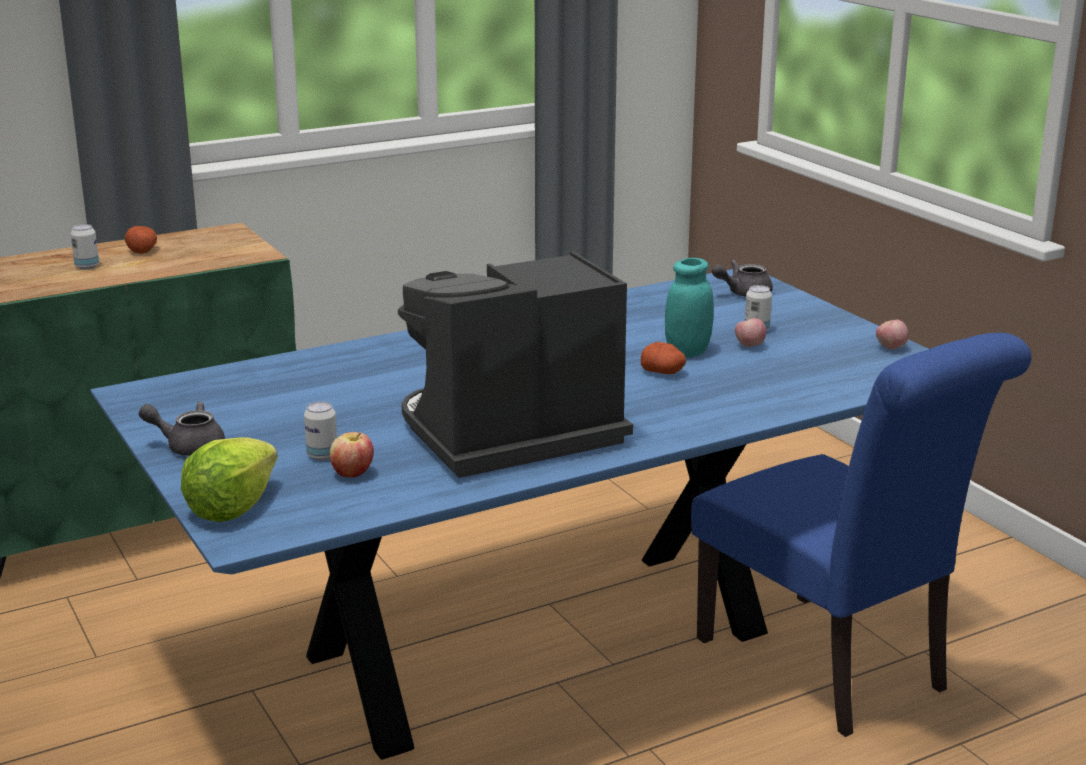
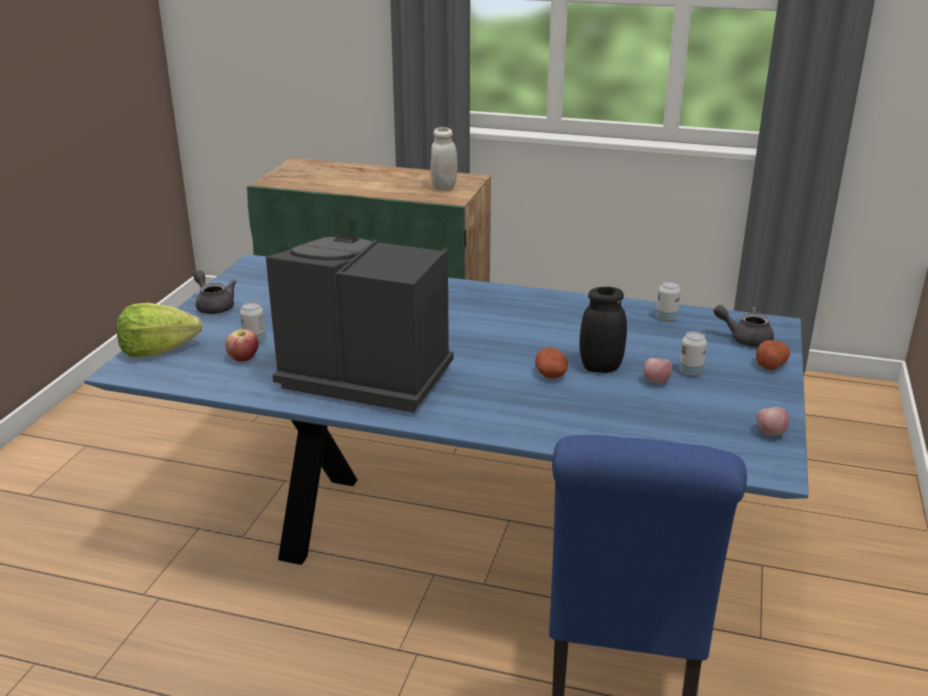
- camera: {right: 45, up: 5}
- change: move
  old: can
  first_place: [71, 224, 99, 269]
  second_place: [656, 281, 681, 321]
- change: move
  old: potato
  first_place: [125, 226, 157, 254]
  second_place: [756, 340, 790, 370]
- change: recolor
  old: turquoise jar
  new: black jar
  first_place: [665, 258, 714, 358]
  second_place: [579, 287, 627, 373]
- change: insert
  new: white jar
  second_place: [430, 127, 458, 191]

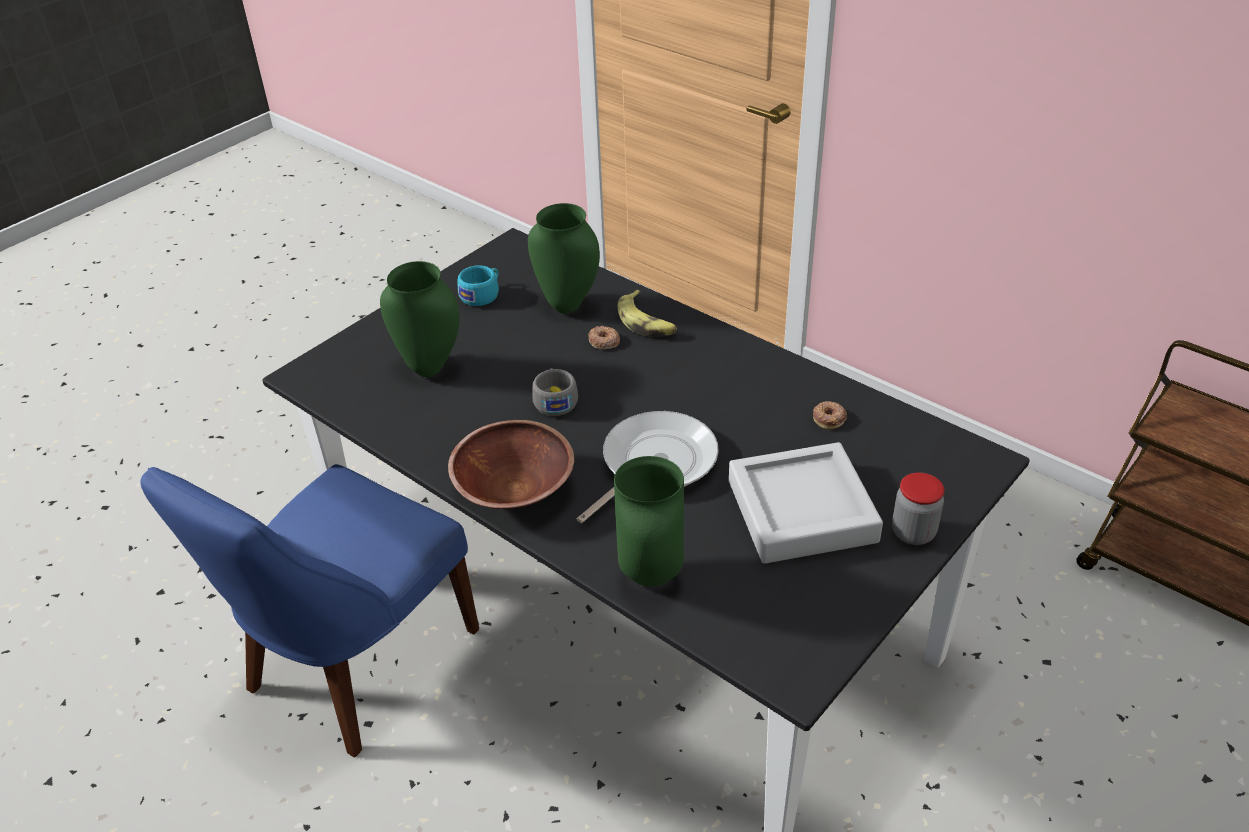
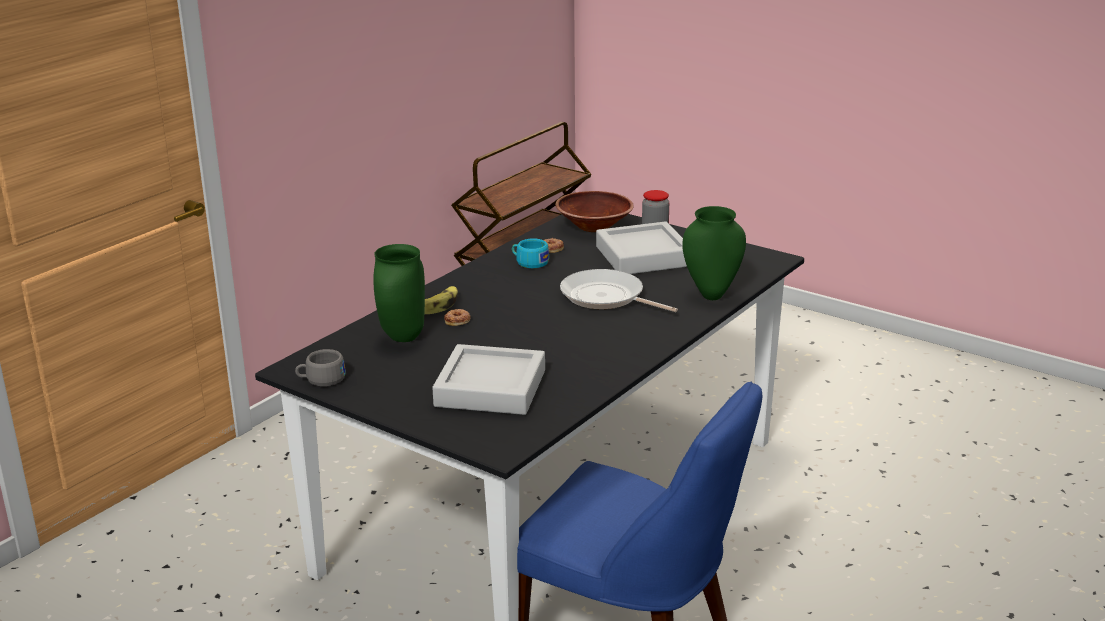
- camera: {right: -95, up: -15}
- change: replace
  old: green vase
  new: grey tray
  first_place: [380, 261, 459, 377]
  second_place: [432, 344, 545, 415]
- change: move
  old: brown bowl
  first_place: [448, 420, 574, 509]
  second_place: [555, 191, 634, 232]
- change: move
  old: turquoise cup
  first_place: [458, 265, 499, 306]
  second_place: [512, 238, 549, 268]
- change: move
  old: grey cup
  first_place: [532, 368, 578, 416]
  second_place: [295, 349, 346, 386]

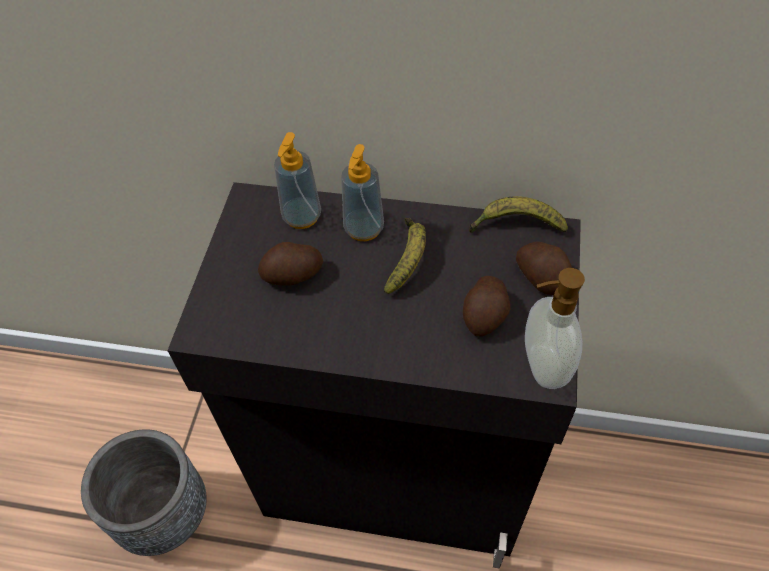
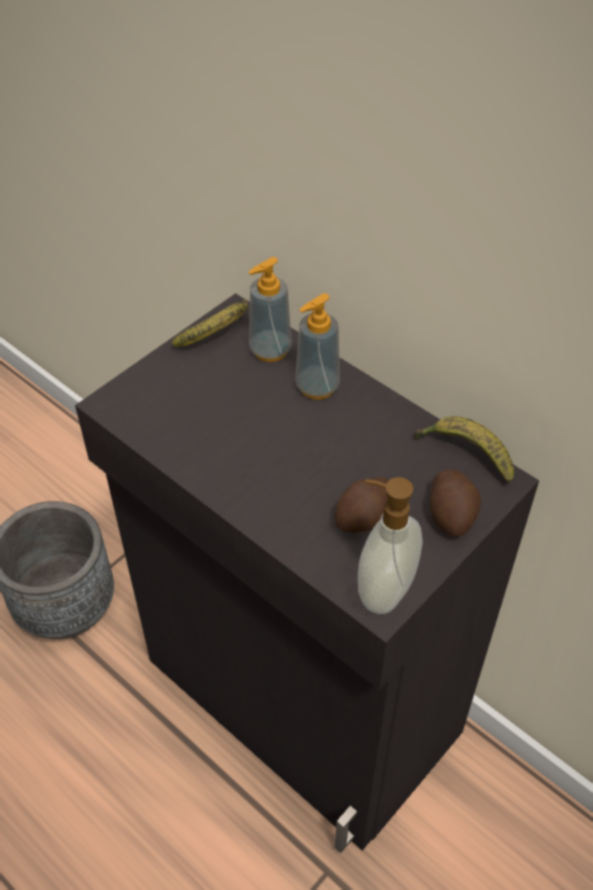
- camera: {right: 30, up: -5}
- change: delete
  old: potato
  first_place: [258, 242, 323, 286]
- change: move
  old: banana
  first_place: [384, 218, 426, 294]
  second_place: [172, 298, 248, 347]

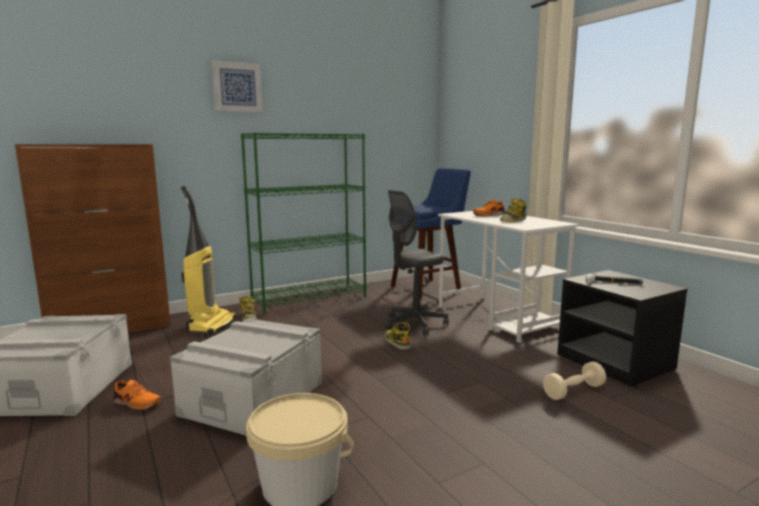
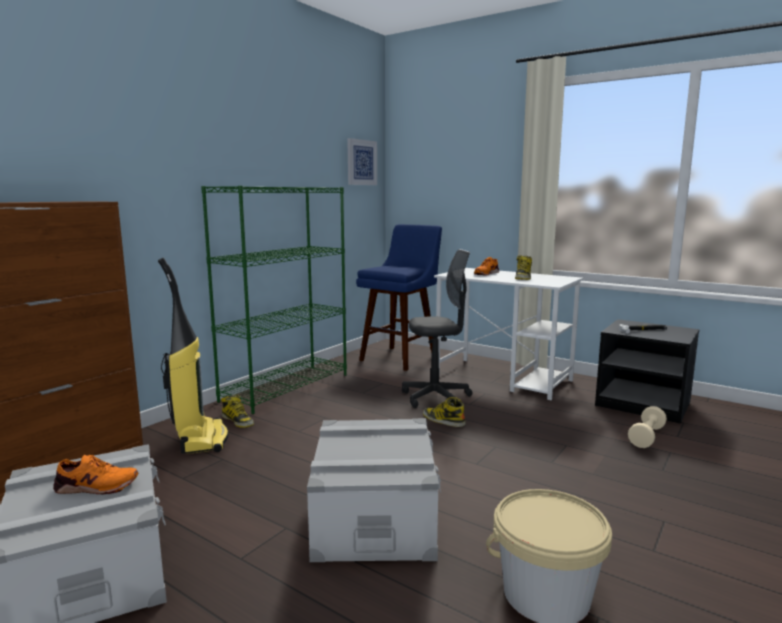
- camera: {right: -25, up: 0}
- change: move
  old: orange shoe
  first_place: [113, 380, 161, 411]
  second_place: [53, 455, 138, 495]
- change: move
  old: picture
  first_place: [212, 60, 263, 112]
  second_place: [347, 138, 377, 185]
- change: rotate
  old: grey office chair
  first_place: [385, 190, 449, 336]
  second_place: [402, 249, 473, 408]
  degrees: -135

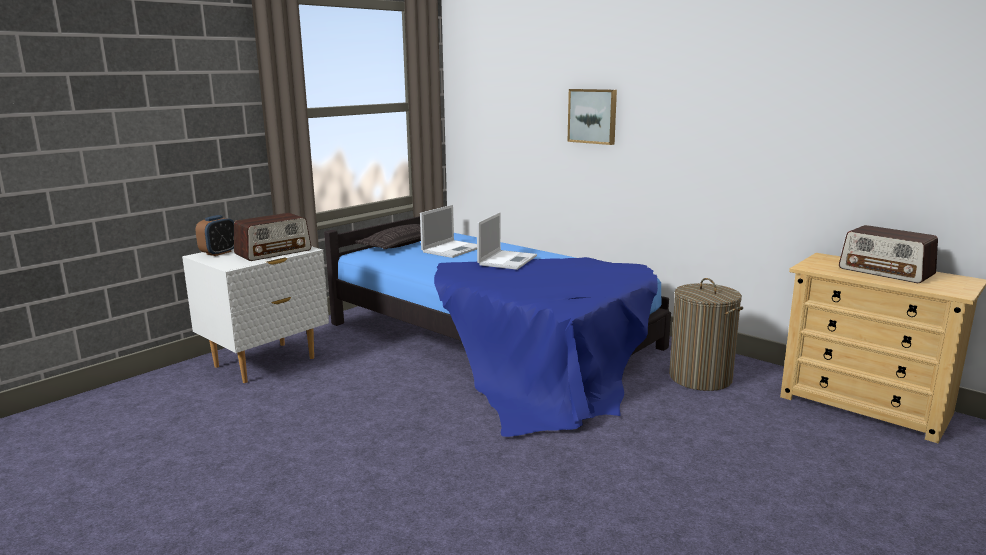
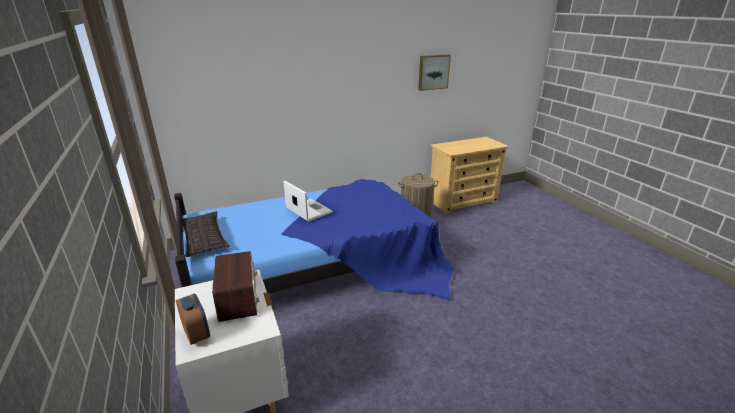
- camera: {right: -65, up: 10}
- change: delete
  old: laptop
  first_place: [420, 205, 477, 258]
- change: move
  old: picture
  first_place: [567, 89, 617, 145]
  second_place: [418, 54, 451, 91]
- change: delete
  old: radio
  first_place: [839, 225, 938, 283]

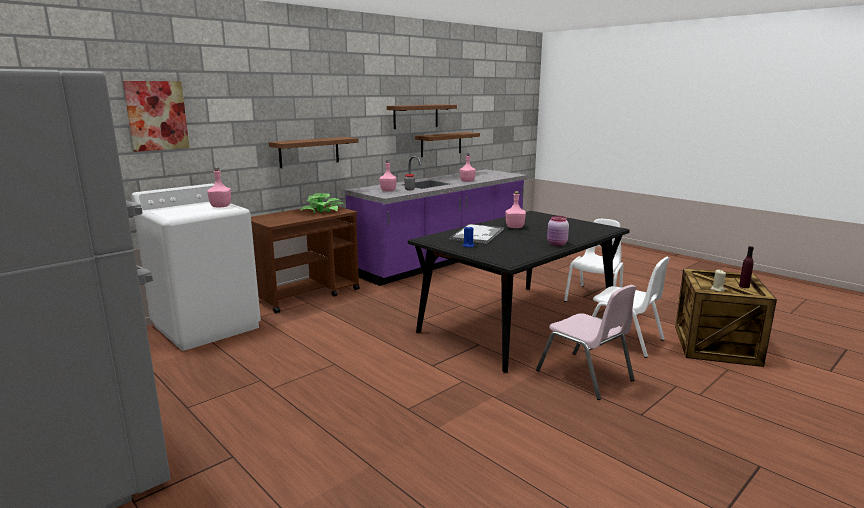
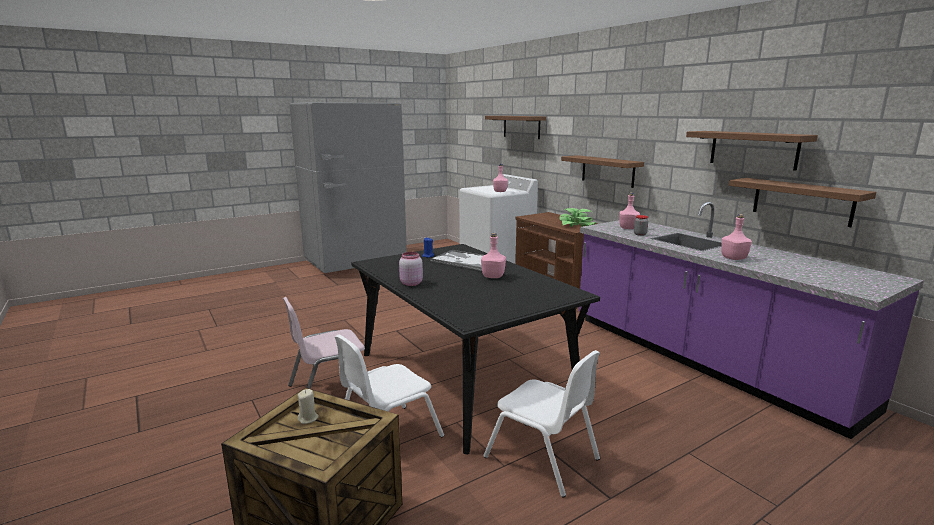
- camera: {right: 100, up: 0}
- change: replace
  old: picture
  new: shelf
  first_place: [123, 81, 190, 152]
  second_place: [485, 116, 546, 139]
- change: delete
  old: purple bottle
  first_place: [739, 246, 754, 288]

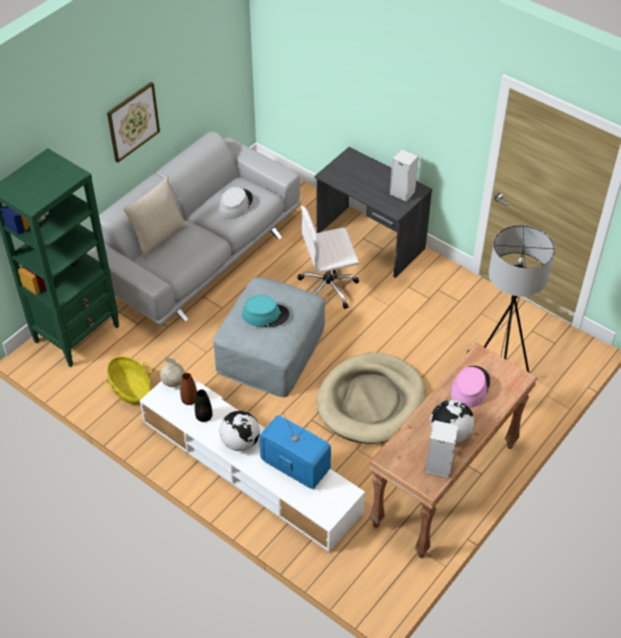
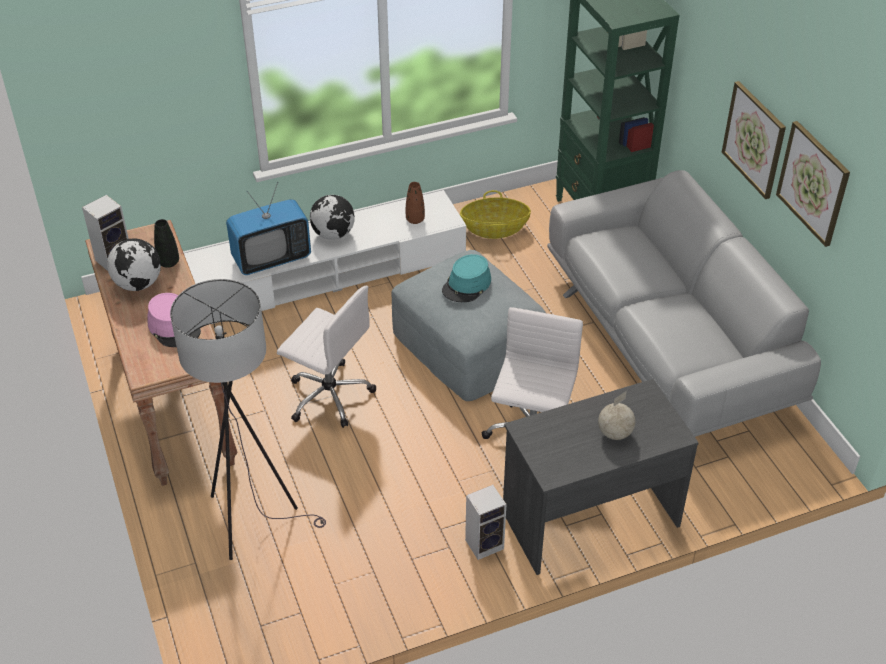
- camera: {right: 120, up: -5}
- change: delete
  old: beige pillow
  first_place: [123, 176, 188, 259]
- change: move
  old: globe
  first_place: [160, 357, 185, 387]
  second_place: [598, 391, 635, 440]
- change: move
  old: black vase
  first_place: [195, 390, 212, 422]
  second_place: [154, 219, 179, 268]
- change: delete
  old: grey hat
  first_place: [219, 187, 253, 219]
- change: replace
  old: beige dog bed
  new: white office chair
  first_place: [317, 353, 425, 444]
  second_place: [277, 286, 376, 428]
- change: move
  old: speaker
  first_place: [390, 149, 419, 202]
  second_place: [465, 485, 507, 560]
- change: insert
  new: picture
  second_place: [776, 121, 850, 247]

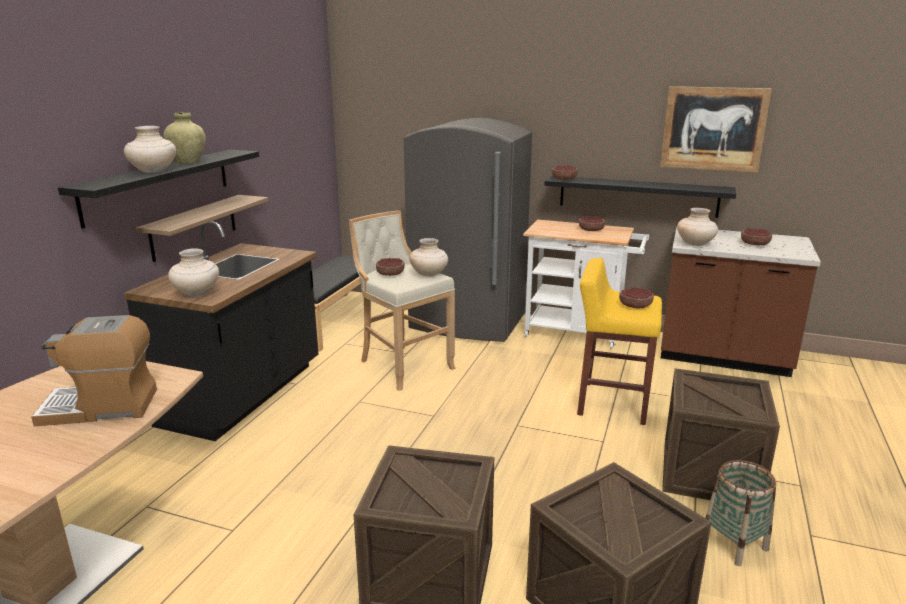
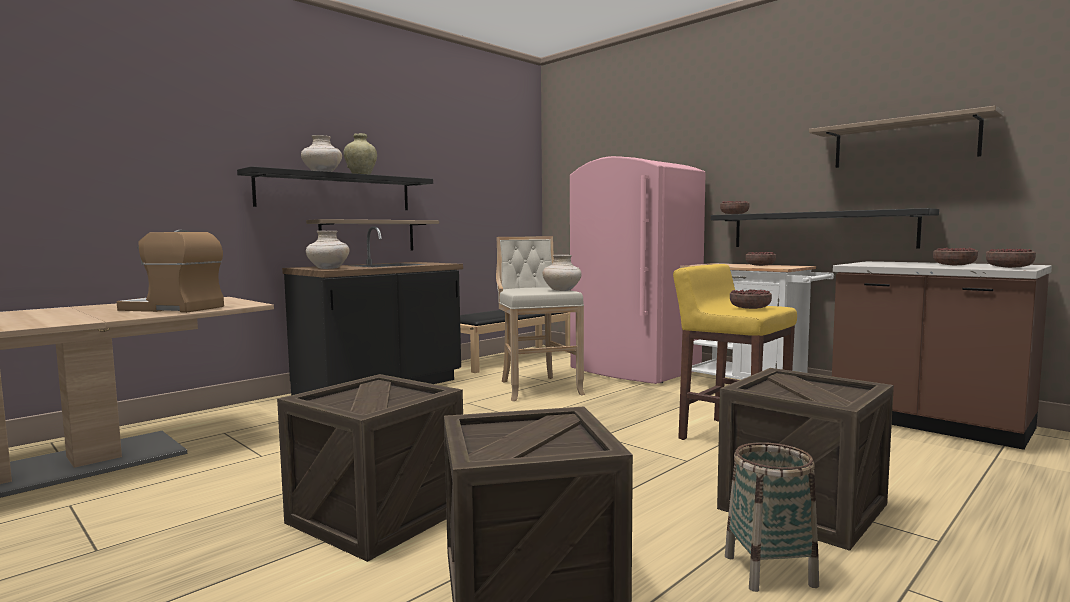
- camera: {right: 25, up: -15}
- change: move
  old: bowl
  first_place: [376, 258, 405, 276]
  second_place: [986, 249, 1036, 268]
- change: recolor
  old: grey fridge
  new: pink fridge
  first_place: [404, 118, 532, 342]
  second_place: [570, 156, 705, 384]
- change: replace
  old: picture
  new: shelf
  first_place: [660, 86, 772, 173]
  second_place: [809, 106, 1004, 168]
- change: delete
  old: beige vase
  first_place: [677, 208, 718, 246]

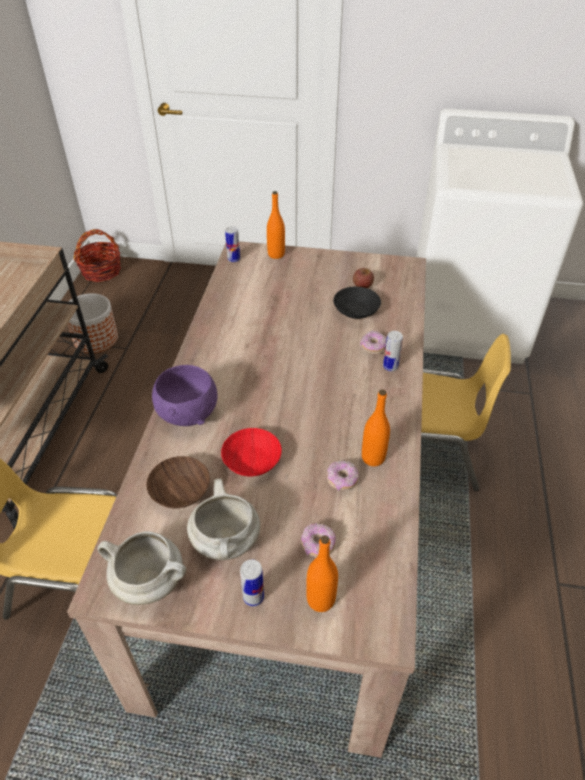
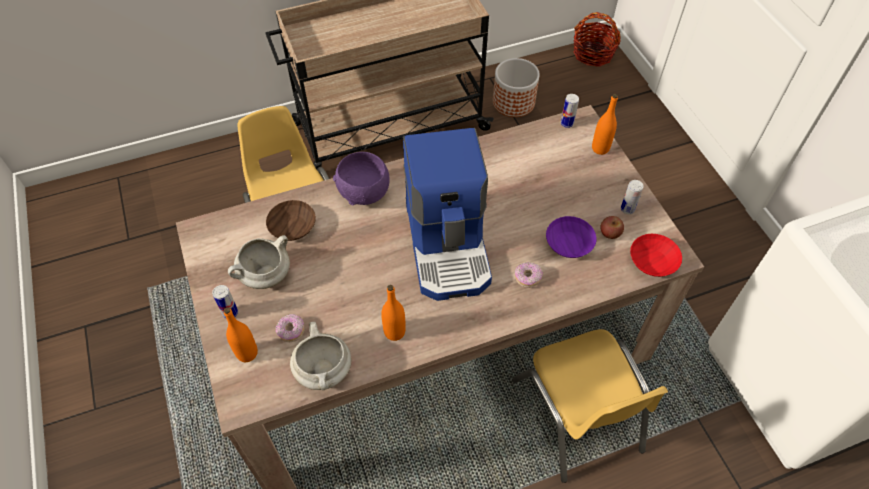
- camera: {right: 60, up: 10}
- change: move
  old: white cooking pot
  first_place: [97, 531, 186, 605]
  second_place: [290, 322, 351, 390]
- change: move
  old: red bowl
  first_place: [221, 428, 282, 476]
  second_place: [630, 234, 682, 277]
- change: delete
  old: donut
  first_place: [327, 461, 359, 491]
- change: recolor
  old: black bowl
  new: purple bowl
  first_place: [333, 286, 381, 319]
  second_place: [546, 216, 597, 258]
- change: move
  old: can
  first_place: [383, 331, 403, 371]
  second_place: [621, 180, 644, 214]
- change: insert
  new: coffee machine
  second_place: [403, 128, 492, 301]

